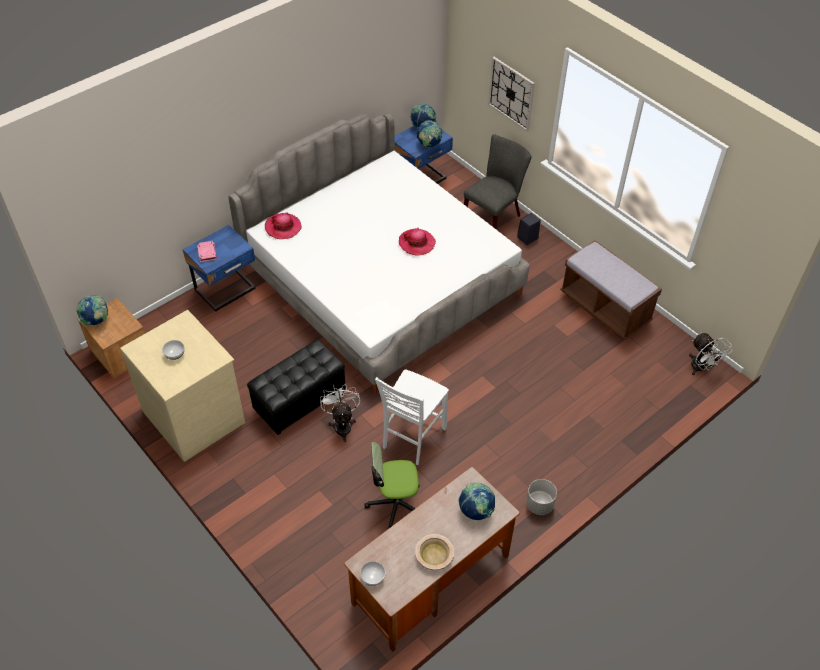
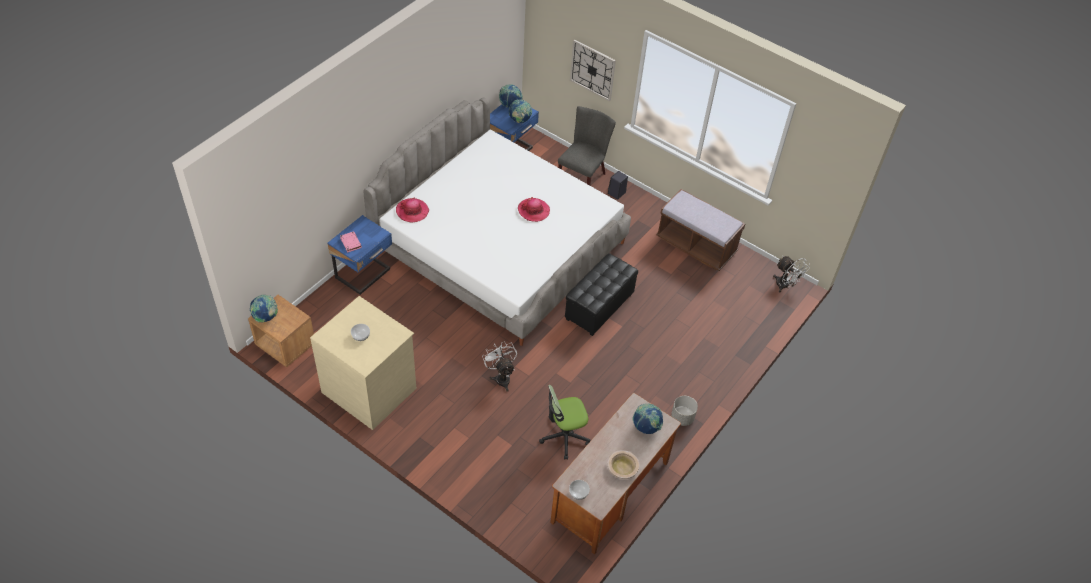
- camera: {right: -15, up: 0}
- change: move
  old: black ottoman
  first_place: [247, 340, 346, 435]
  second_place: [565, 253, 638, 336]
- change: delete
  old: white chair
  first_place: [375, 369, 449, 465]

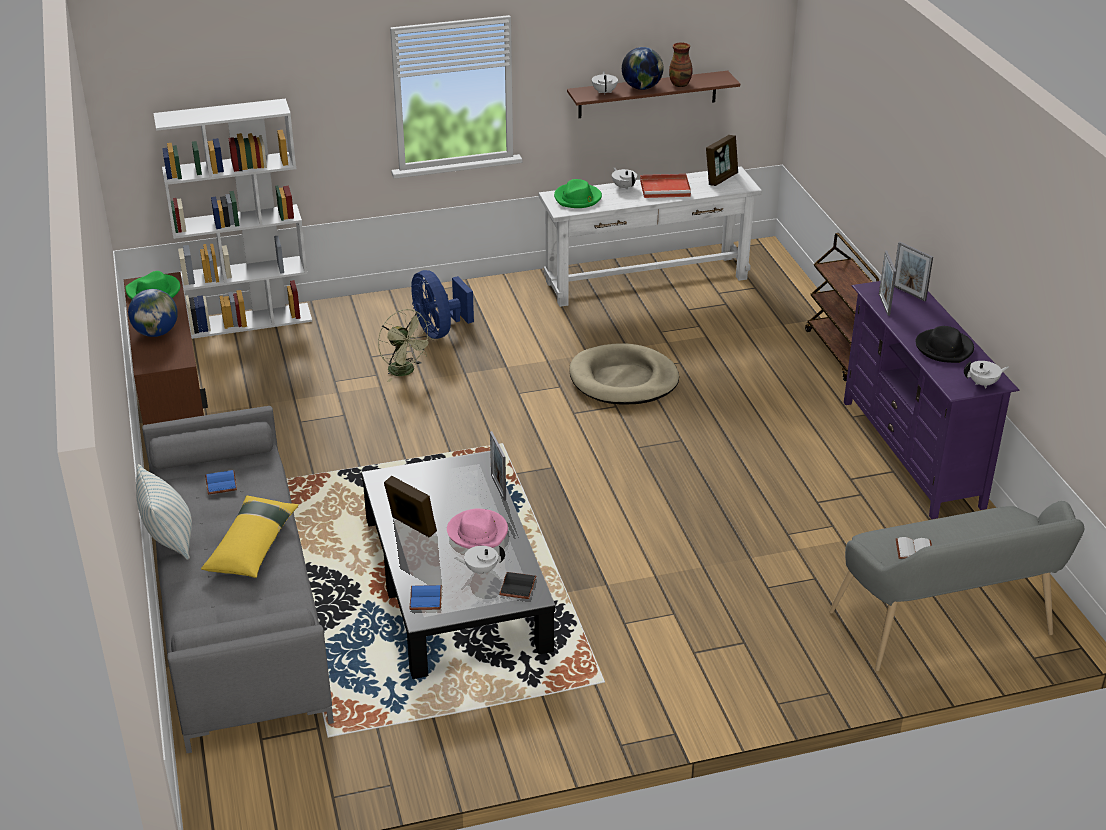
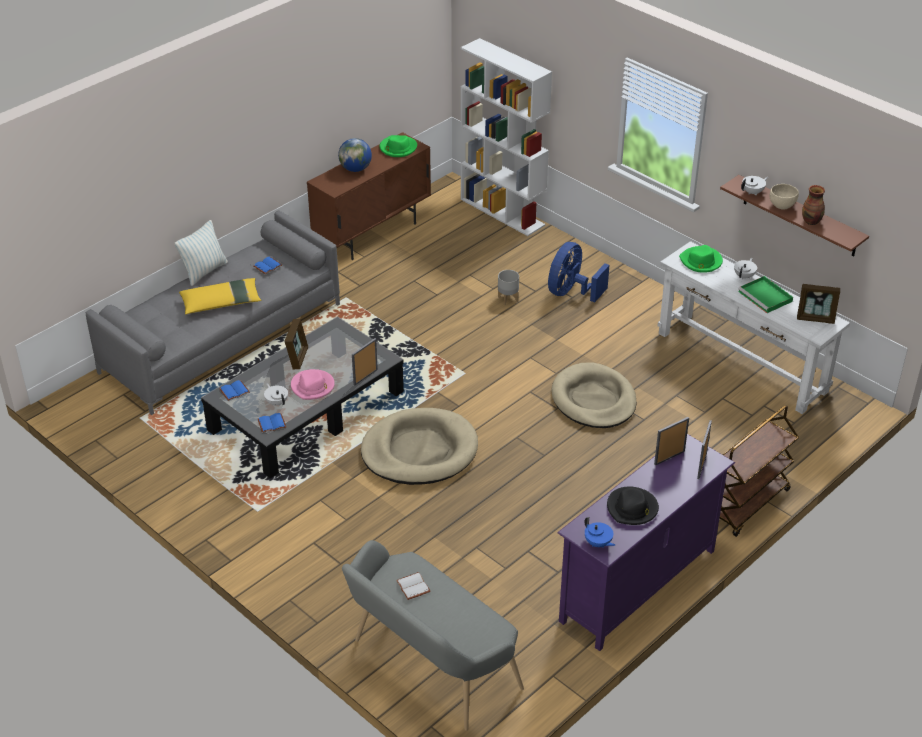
- camera: {right: 60, up: 5}
- change: replace
  old: green fan
  new: grey planter
  first_place: [378, 309, 431, 382]
  second_place: [498, 270, 519, 305]
- change: recolor
  old: black book
  new: blue book
  first_place: [499, 572, 536, 599]
  second_place: [258, 413, 286, 433]
- change: replace
  old: globe
  new: beige bowl
  first_place: [622, 47, 663, 90]
  second_place: [770, 184, 799, 210]
- change: recolor
  old: red tray
  new: green tray
  first_place: [640, 174, 691, 198]
  second_place: [738, 276, 793, 313]
- change: recolor
  old: white teapot
  new: blue teapot
  first_place: [964, 361, 1009, 388]
  second_place: [585, 517, 615, 548]
- change: insert
  new: beige dog bed
  second_place: [361, 408, 478, 485]

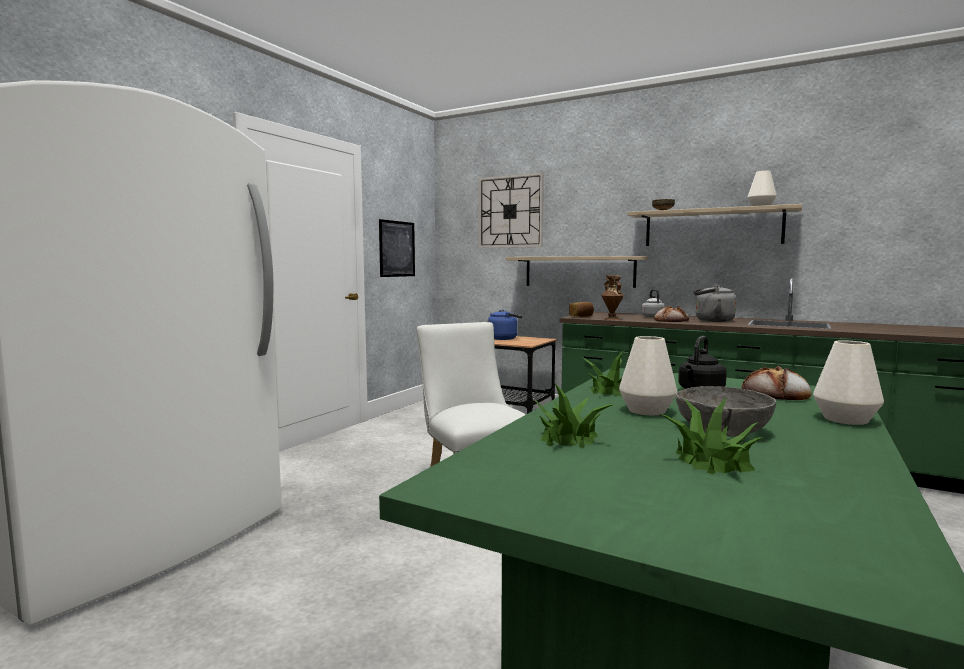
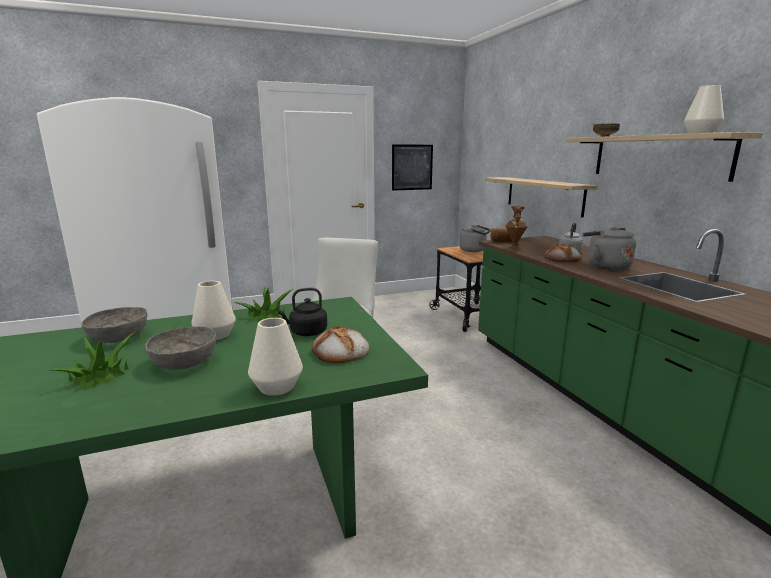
- camera: {right: 40, up: 10}
- change: delete
  old: wall clock
  first_place: [478, 172, 544, 248]
- change: recolor
  old: blue kettle
  new: grey kettle
  first_place: [487, 310, 522, 340]
  second_place: [460, 225, 491, 252]
- change: replace
  old: potted plant
  new: grey bowl
  first_place: [533, 382, 614, 448]
  second_place: [81, 307, 147, 343]

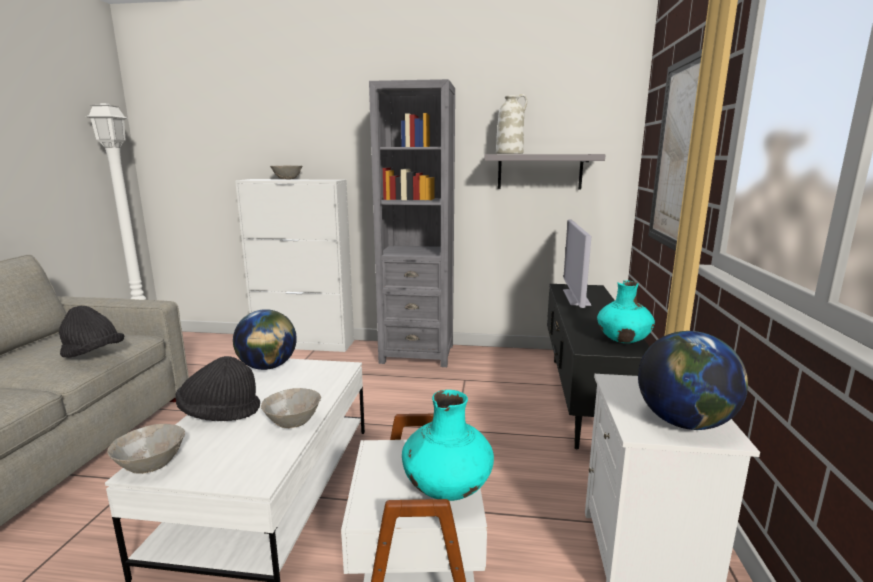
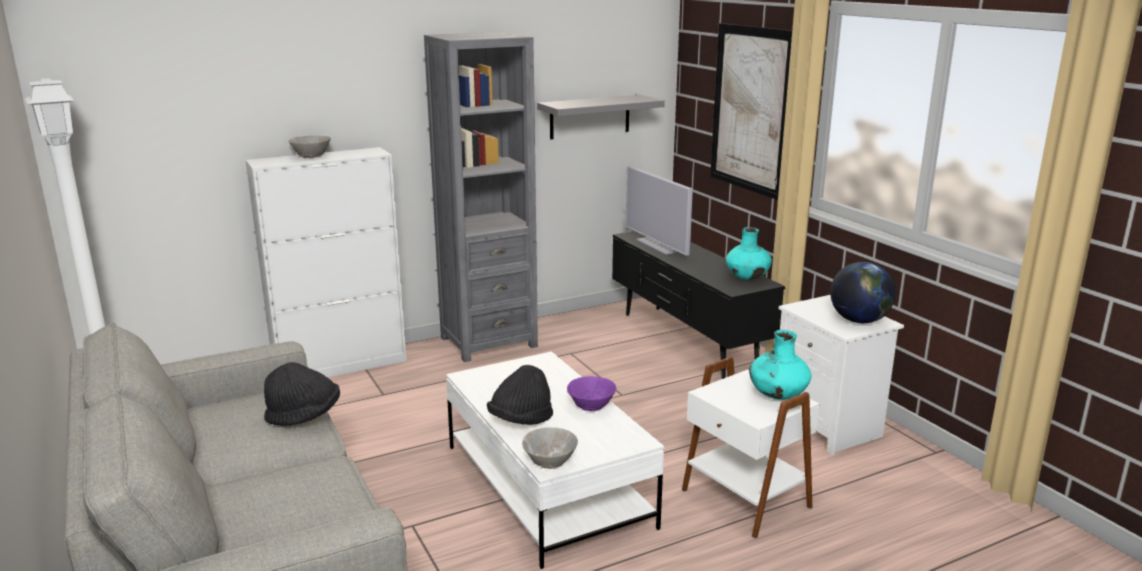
- camera: {right: -35, up: 5}
- change: delete
  old: globe
  first_place: [233, 309, 297, 370]
- change: recolor
  old: grey bowl
  new: purple bowl
  first_place: [261, 388, 321, 428]
  second_place: [567, 376, 617, 411]
- change: delete
  old: white vase
  first_place: [496, 94, 527, 154]

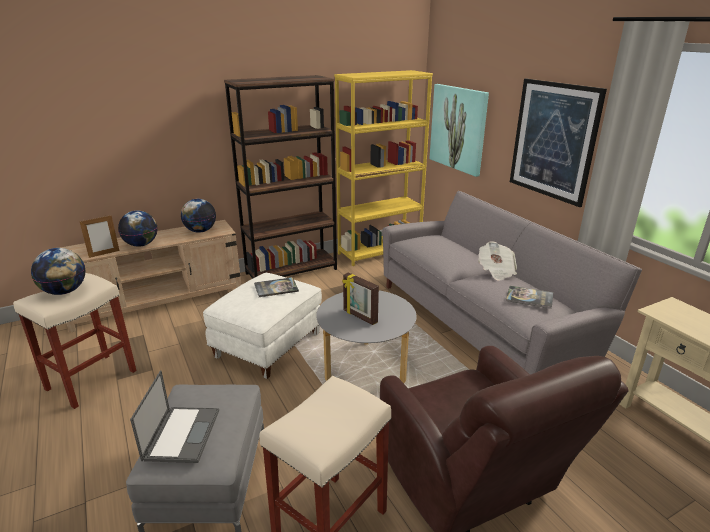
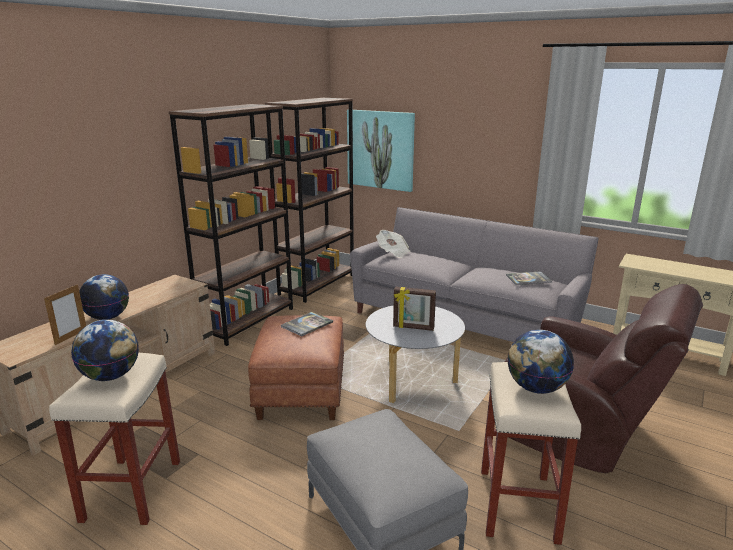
- camera: {right: -30, up: -5}
- change: delete
  old: laptop
  first_place: [130, 370, 219, 463]
- change: move
  old: globe
  first_place: [181, 199, 216, 233]
  second_place: [507, 330, 574, 394]
- change: recolor
  old: white ottoman
  new: brown ottoman
  first_place: [203, 273, 322, 379]
  second_place: [248, 315, 344, 420]
- change: recolor
  old: yellow bookcase
  new: brown bookcase
  first_place: [334, 70, 433, 266]
  second_place: [265, 98, 354, 303]
- change: move
  old: newspaper
  first_place: [478, 241, 517, 281]
  second_place: [376, 230, 410, 258]
- change: delete
  old: picture
  first_place: [510, 79, 607, 207]

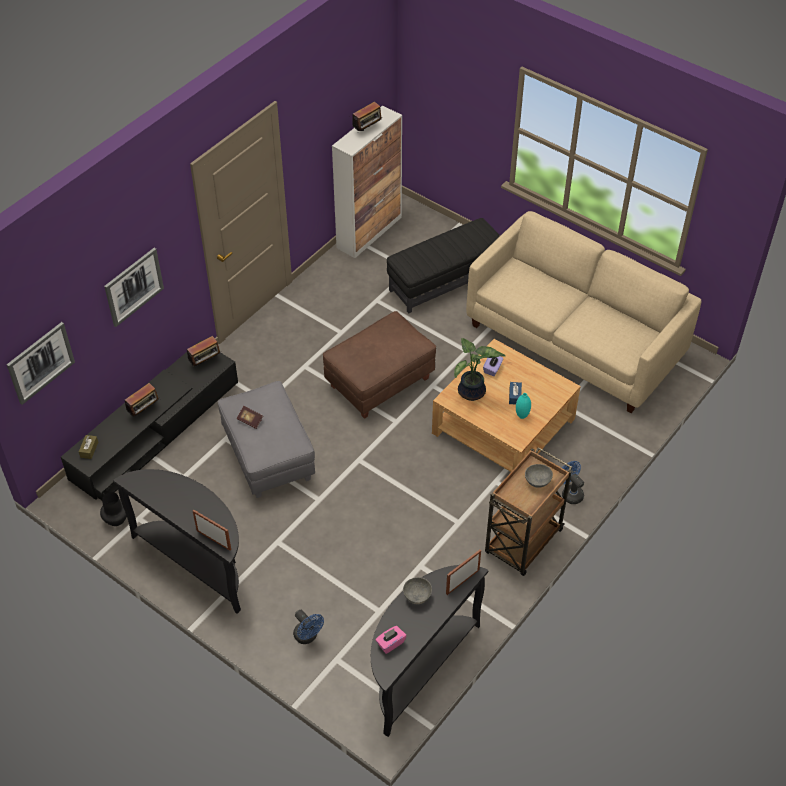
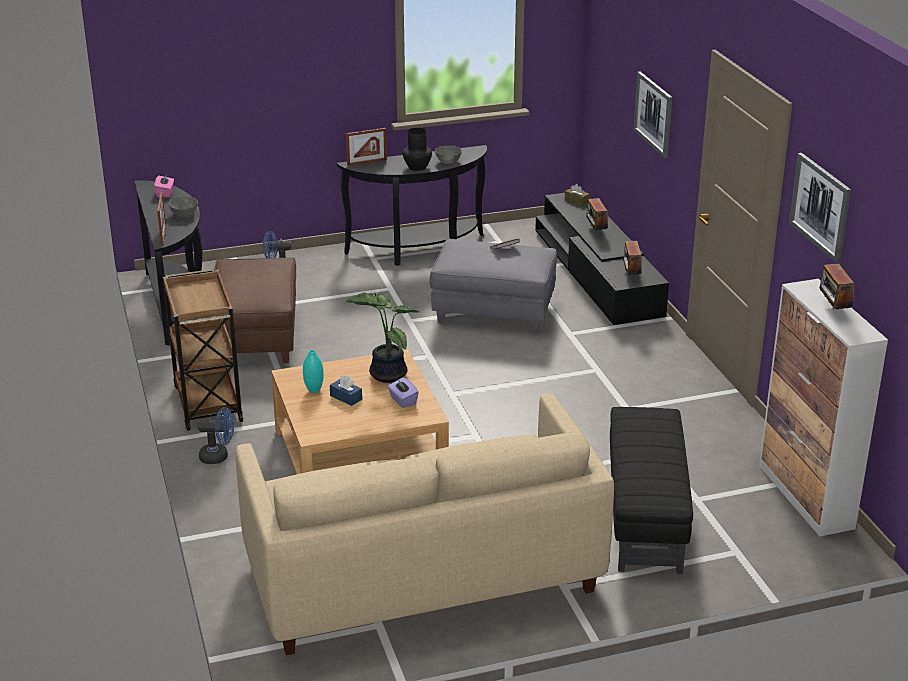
- camera: {right: 125, up: -20}
- change: move
  old: picture
  first_place: [7, 322, 75, 405]
  second_place: [789, 153, 851, 263]
- change: move
  old: black vase
  first_place: [100, 492, 127, 526]
  second_place: [403, 128, 432, 171]
- change: move
  old: brown ottoman
  first_place: [323, 311, 436, 419]
  second_place: [214, 258, 296, 363]
- change: move
  old: grey bowl
  first_place: [525, 464, 553, 488]
  second_place: [435, 146, 462, 164]

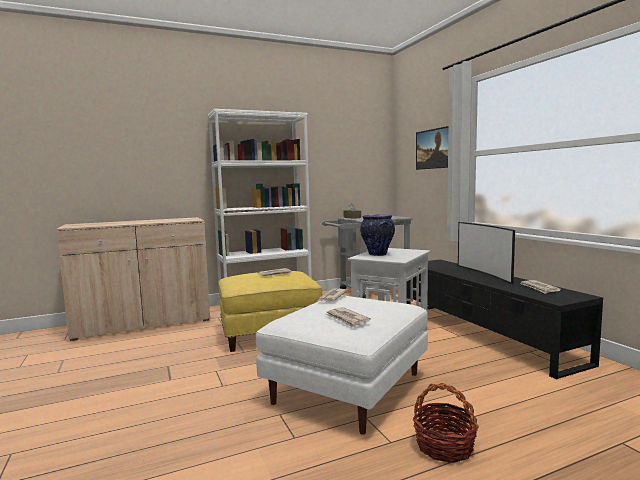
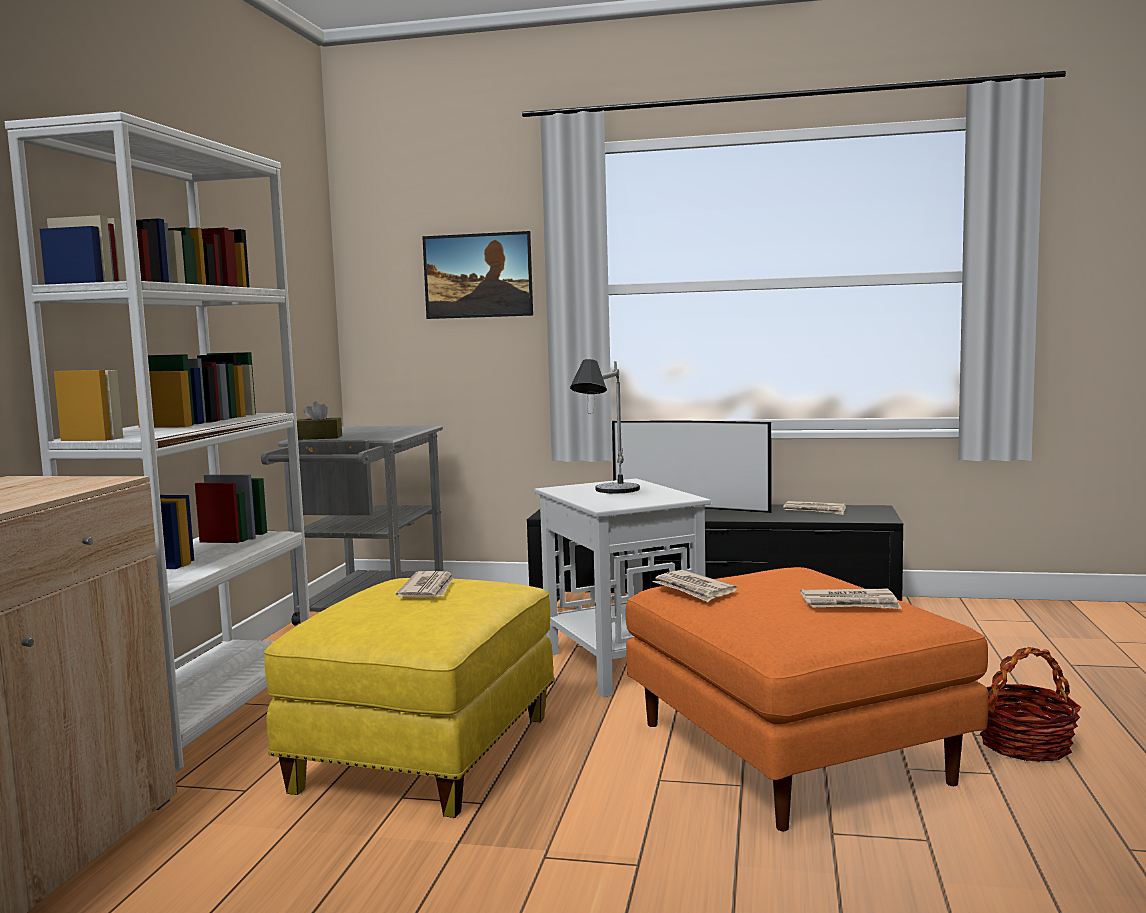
- camera: {right: -55, up: 0}
- change: recolor
  old: white ottoman
  new: orange ottoman
  first_place: [256, 295, 428, 435]
  second_place: [626, 567, 989, 831]
- change: replace
  old: vase
  new: table lamp
  first_place: [360, 215, 395, 256]
  second_place: [570, 359, 640, 493]

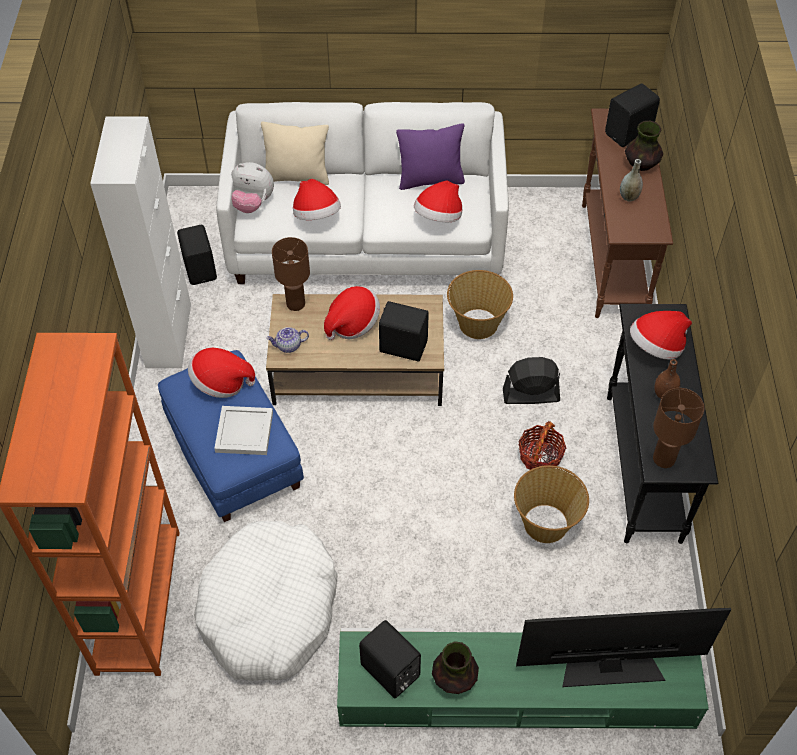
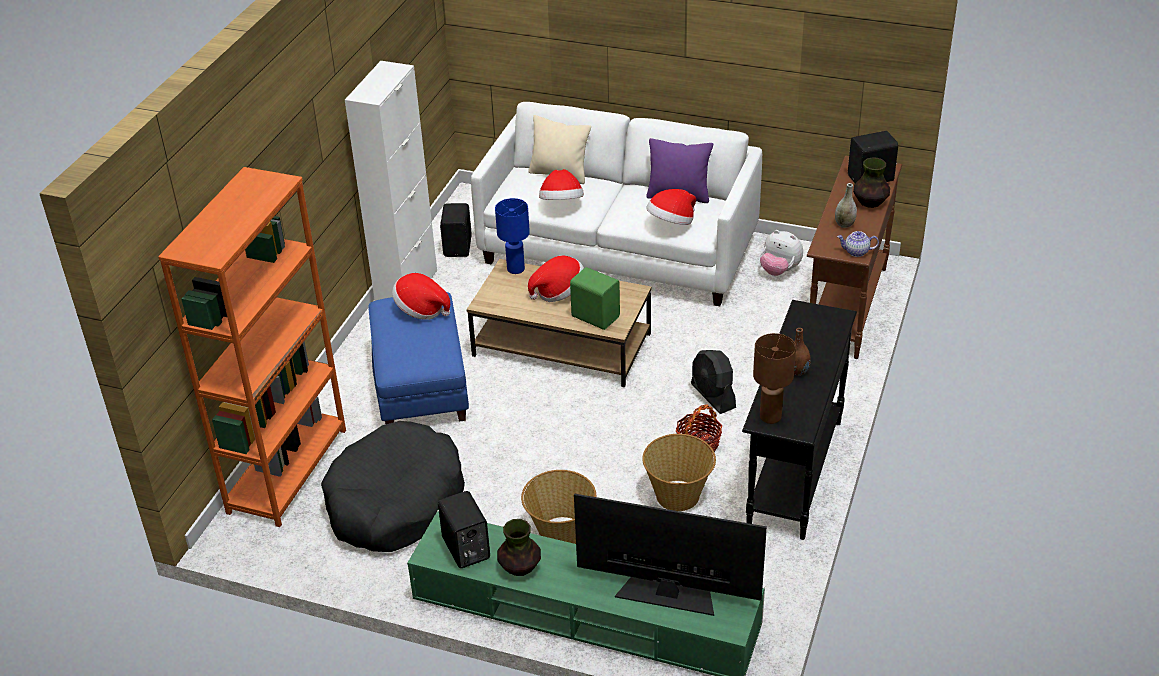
- camera: {right: 20, up: -15}
- change: recolor
  old: white dog bed
  new: black dog bed
  first_place: [194, 521, 338, 681]
  second_place: [321, 421, 465, 552]
- change: delete
  old: white tray
  first_place: [214, 406, 273, 455]
- change: move
  old: plush toy
  first_place: [231, 162, 274, 213]
  second_place: [760, 230, 803, 276]
- change: move
  old: teapot
  first_place: [266, 327, 309, 353]
  second_place: [837, 231, 879, 257]
- change: recolor
  old: brown table lamp
  new: blue table lamp
  first_place: [272, 237, 310, 311]
  second_place: [495, 198, 530, 274]
- change: recolor
  old: black speaker
  new: green speaker
  first_place: [379, 301, 429, 362]
  second_place: [570, 267, 620, 330]
- change: move
  old: basket
  first_place: [447, 270, 513, 339]
  second_place: [521, 470, 596, 544]
- change: rotate
  old: black fan
  first_place: [503, 357, 560, 404]
  second_place: [691, 350, 736, 414]
  degrees: -135
- change: delete
  old: hat
  first_place: [630, 311, 692, 360]

